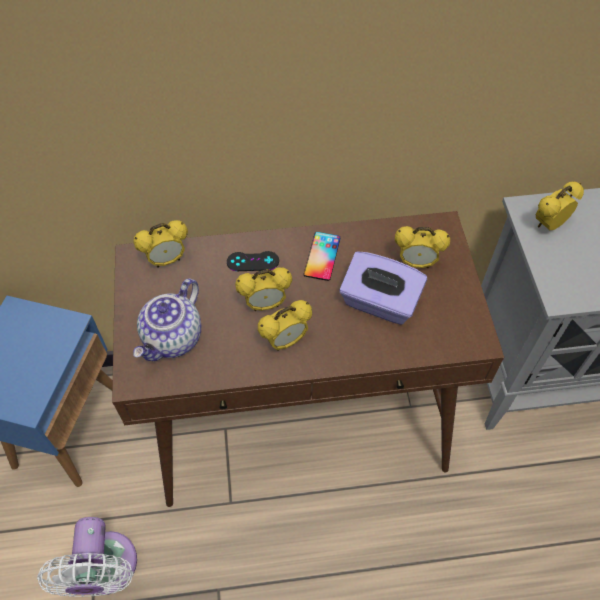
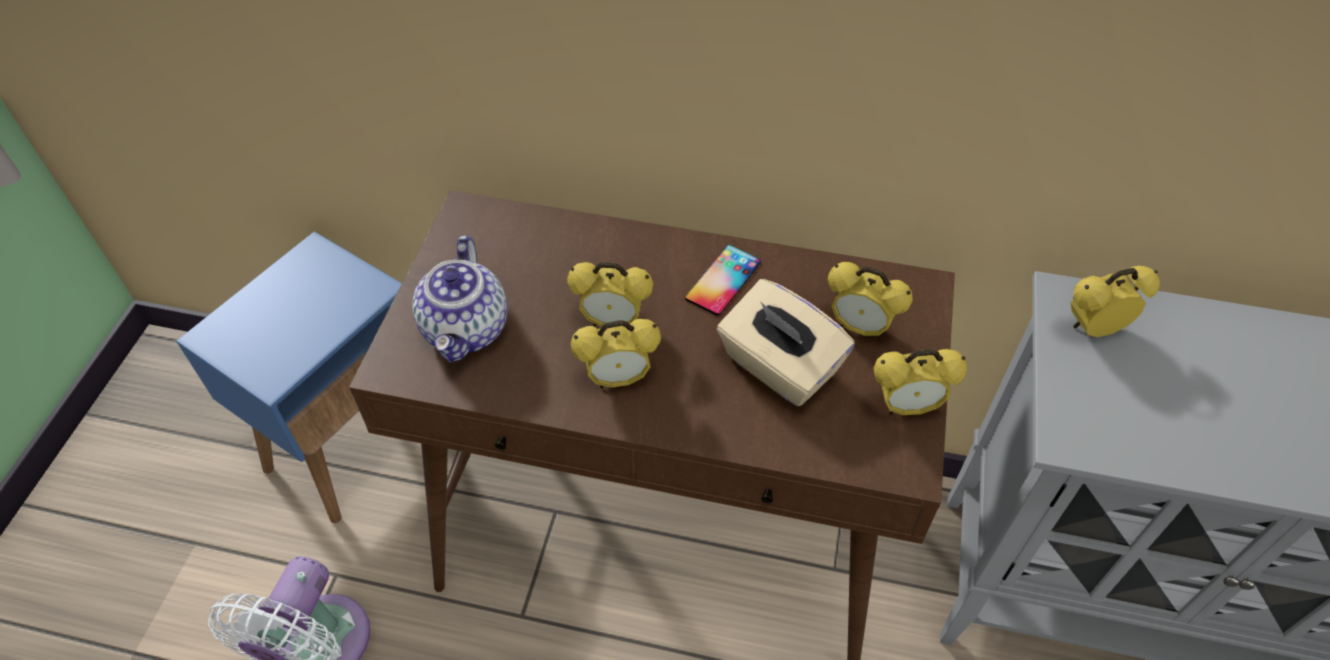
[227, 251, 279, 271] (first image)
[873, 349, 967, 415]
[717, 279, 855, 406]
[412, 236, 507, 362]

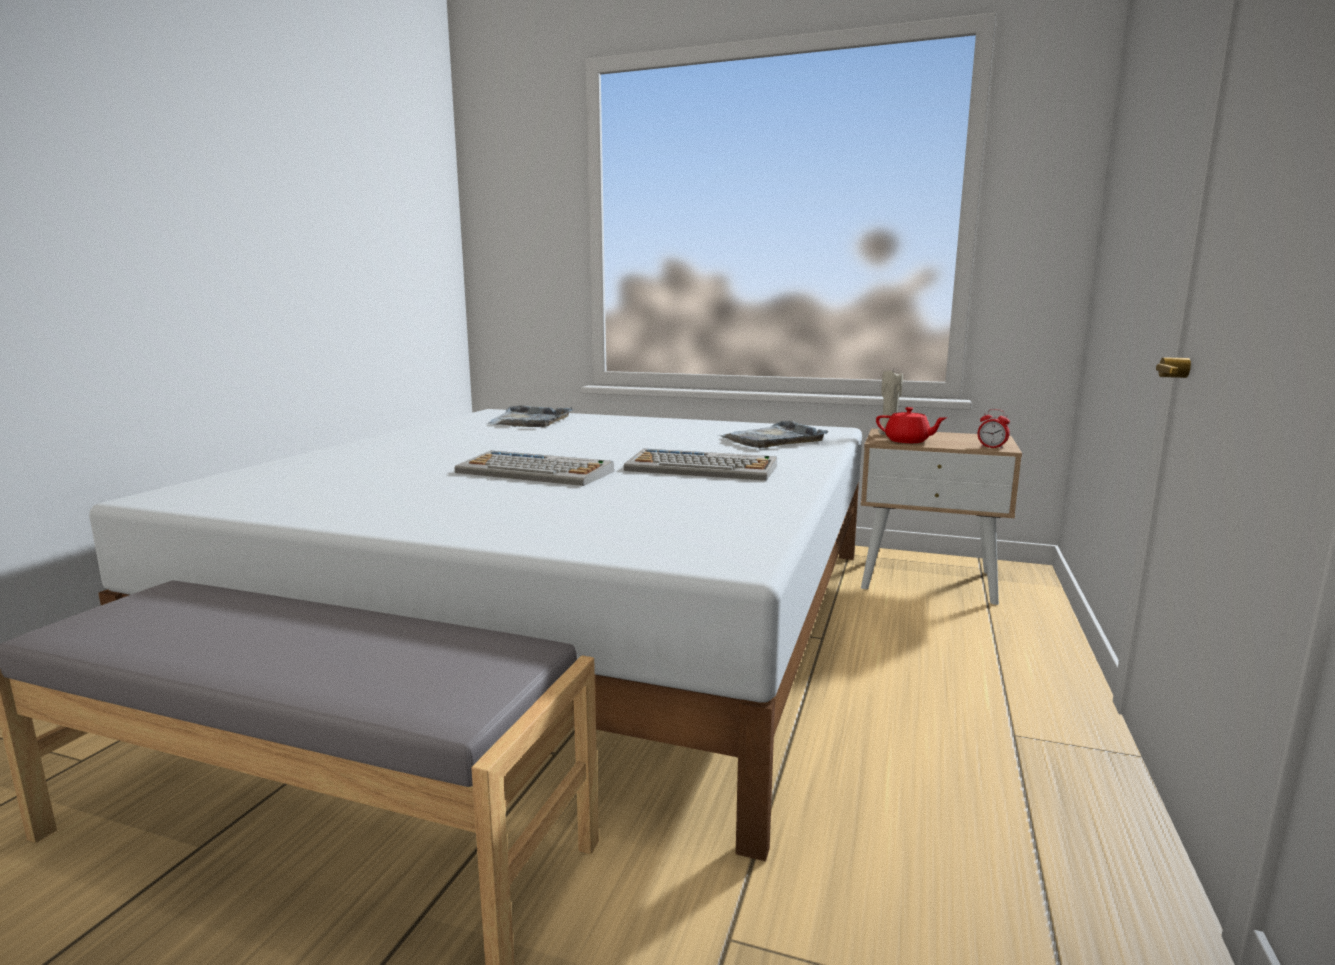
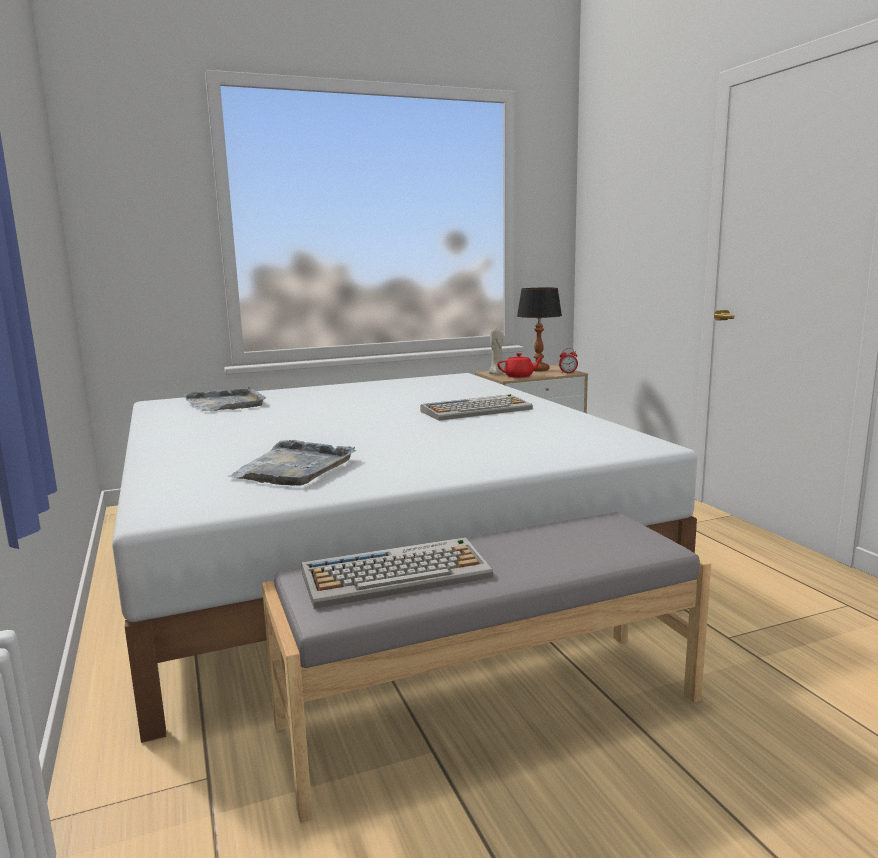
[517, 288, 562, 371]
[301, 537, 493, 609]
[227, 440, 356, 486]

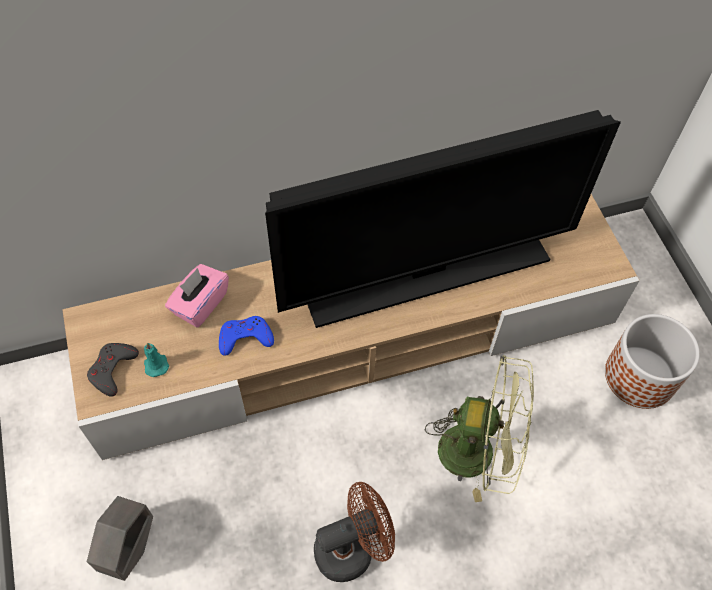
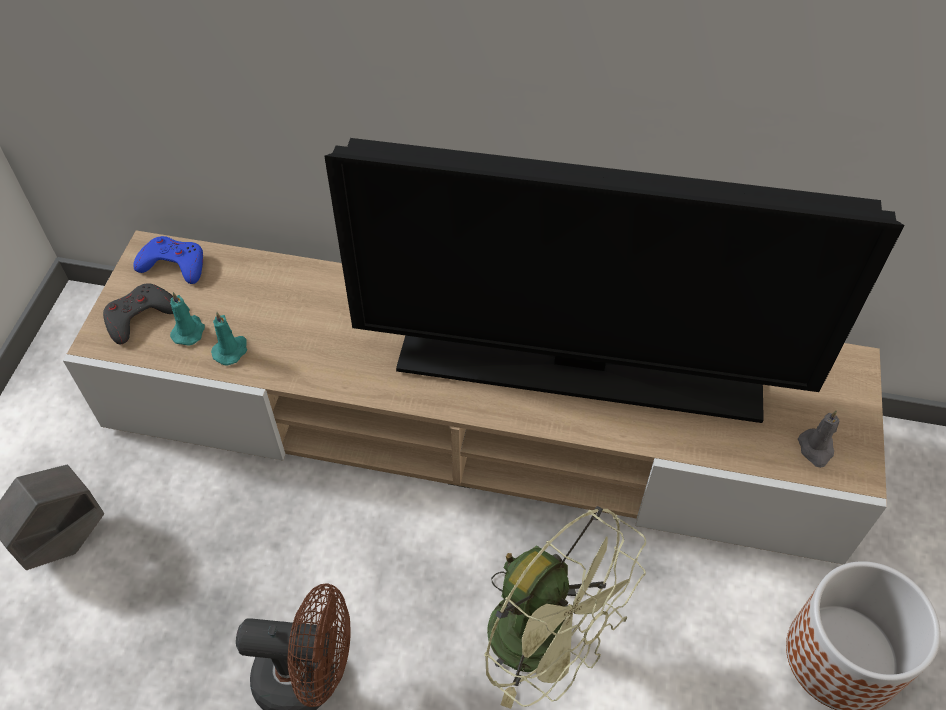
[165, 264, 229, 327] (first image)
[211, 312, 247, 365]
[798, 410, 839, 468]
[133, 236, 203, 284]

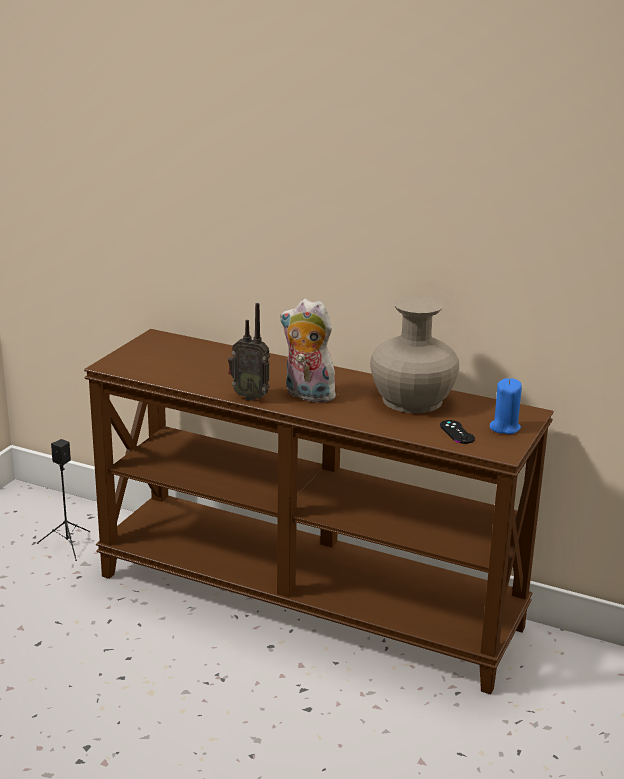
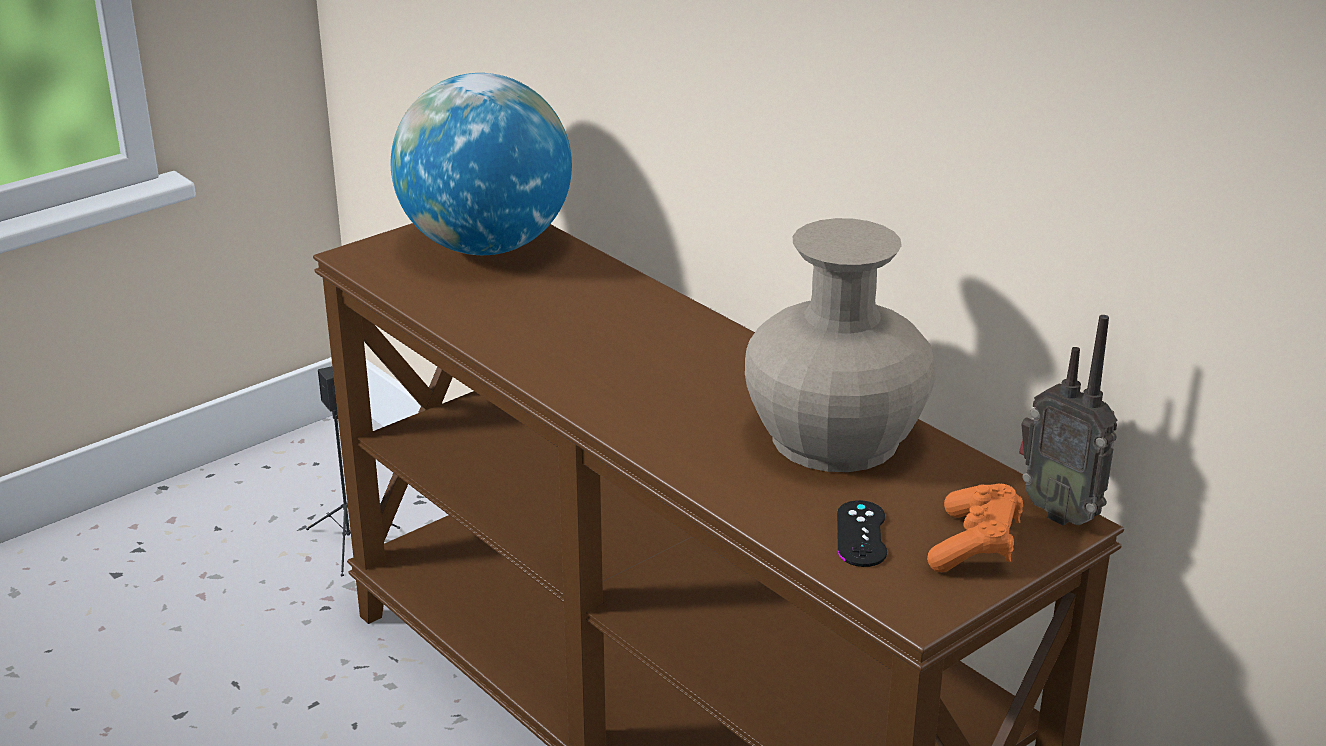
[280, 299, 340, 403] (first image)
[391, 73, 572, 255]
[1019, 315, 1118, 526]
[927, 484, 1023, 572]

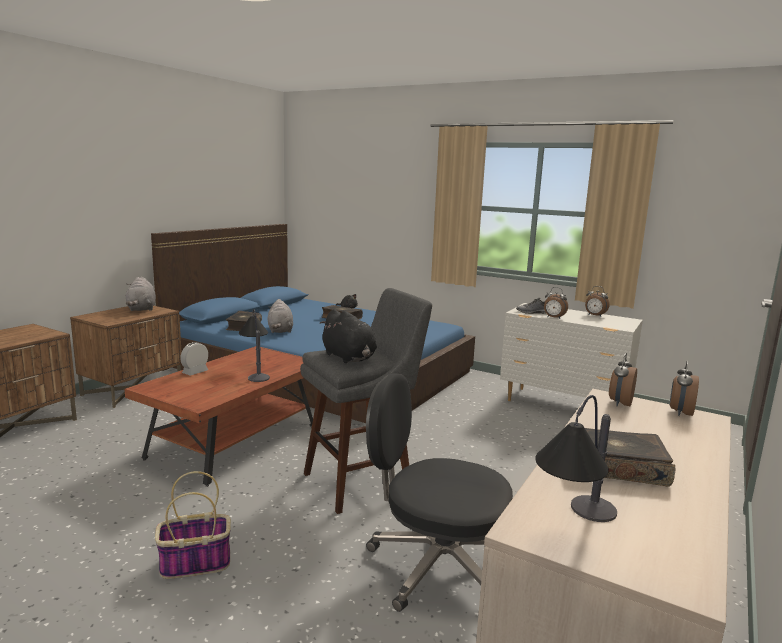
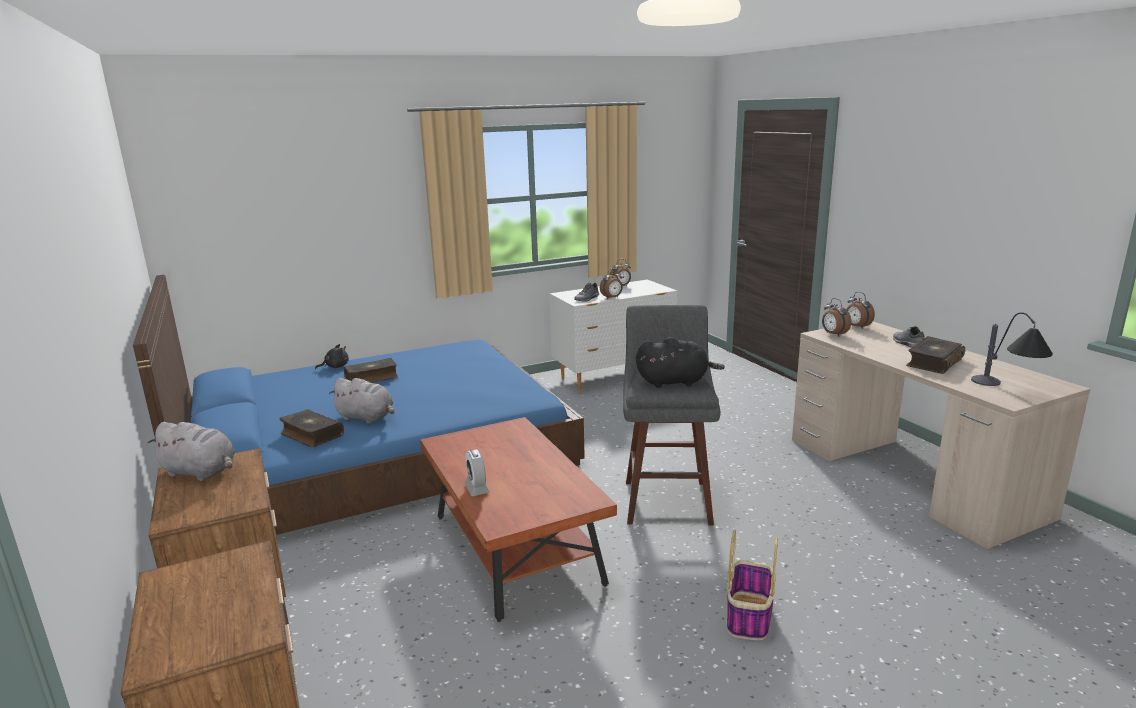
[239, 309, 270, 382] (first image)
[366, 373, 513, 612] (first image)
[893, 326, 925, 348]

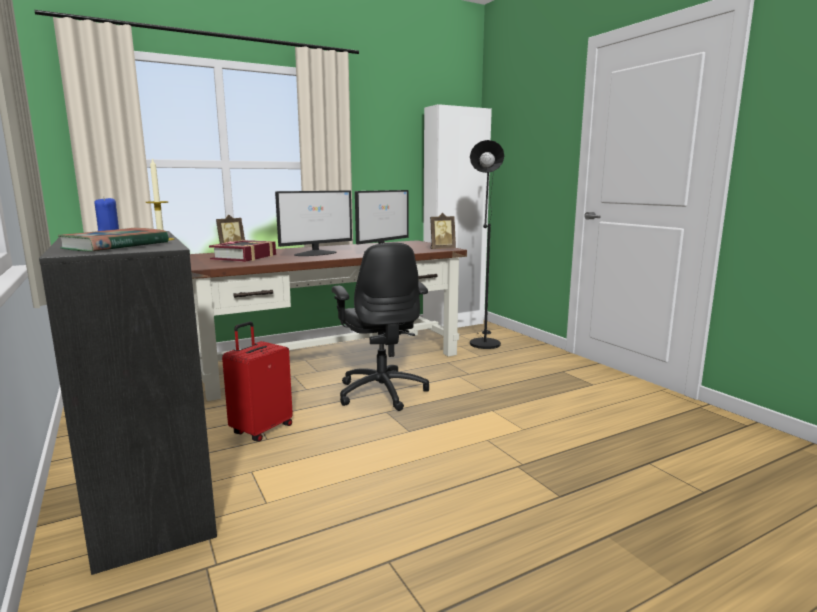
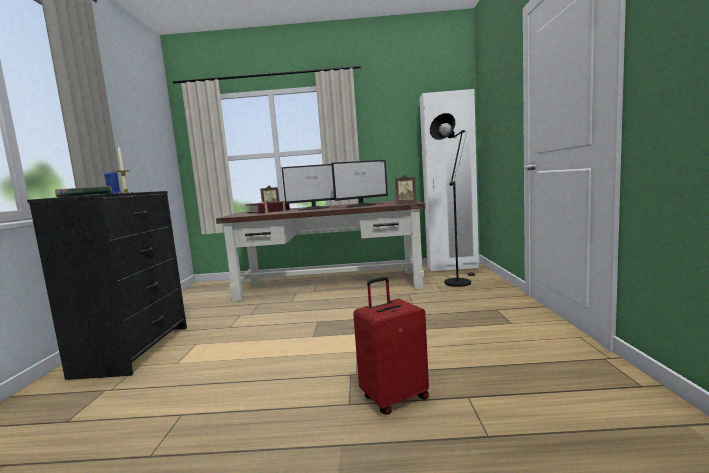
[332, 242, 429, 411] (first image)
[353, 277, 429, 415]

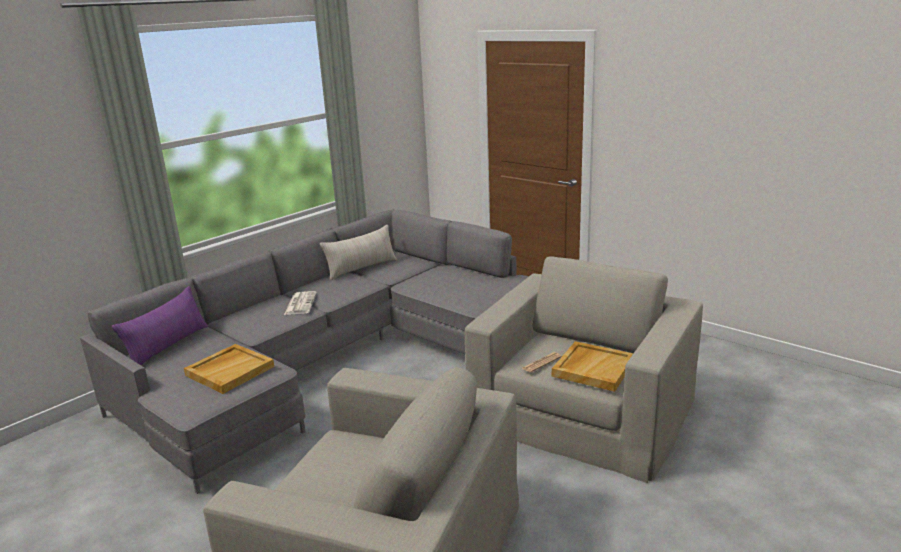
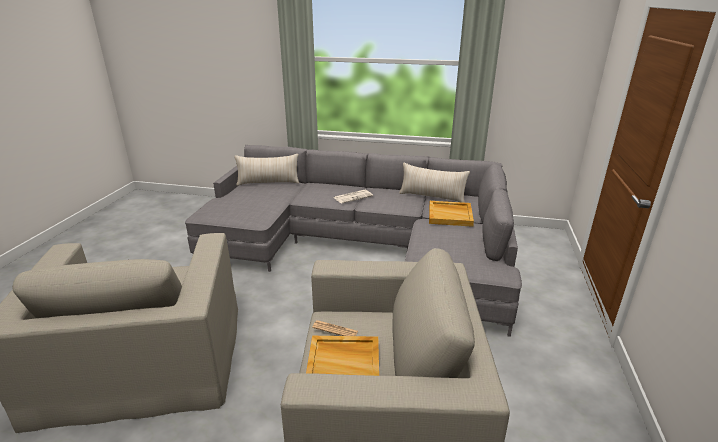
[429, 201, 474, 227]
[235, 154, 299, 186]

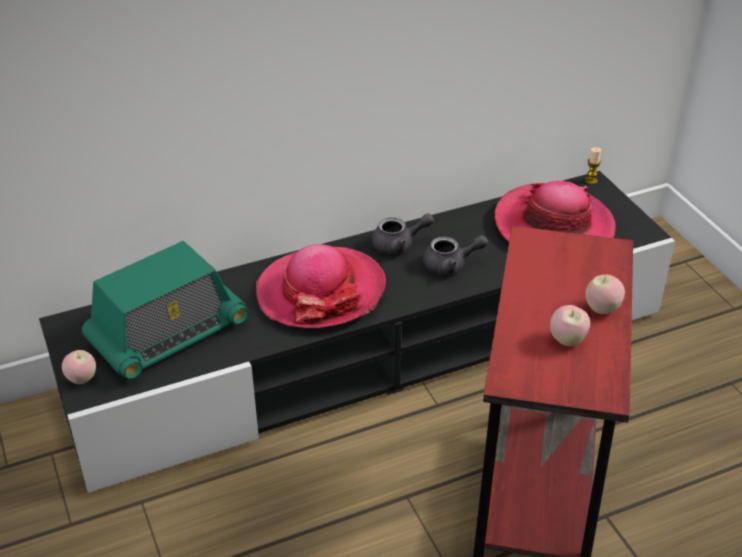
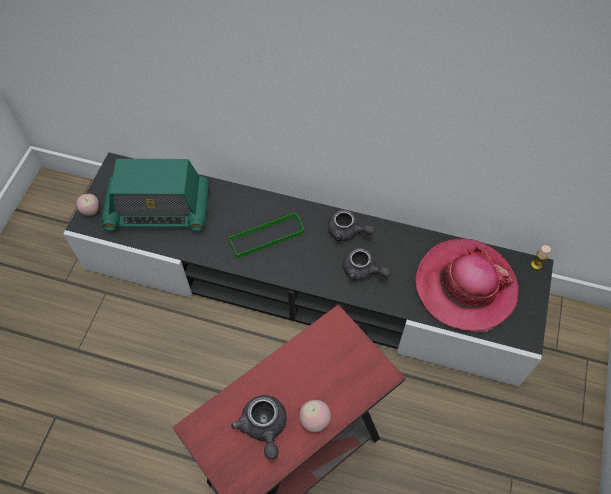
[228, 212, 304, 259]
[231, 395, 287, 460]

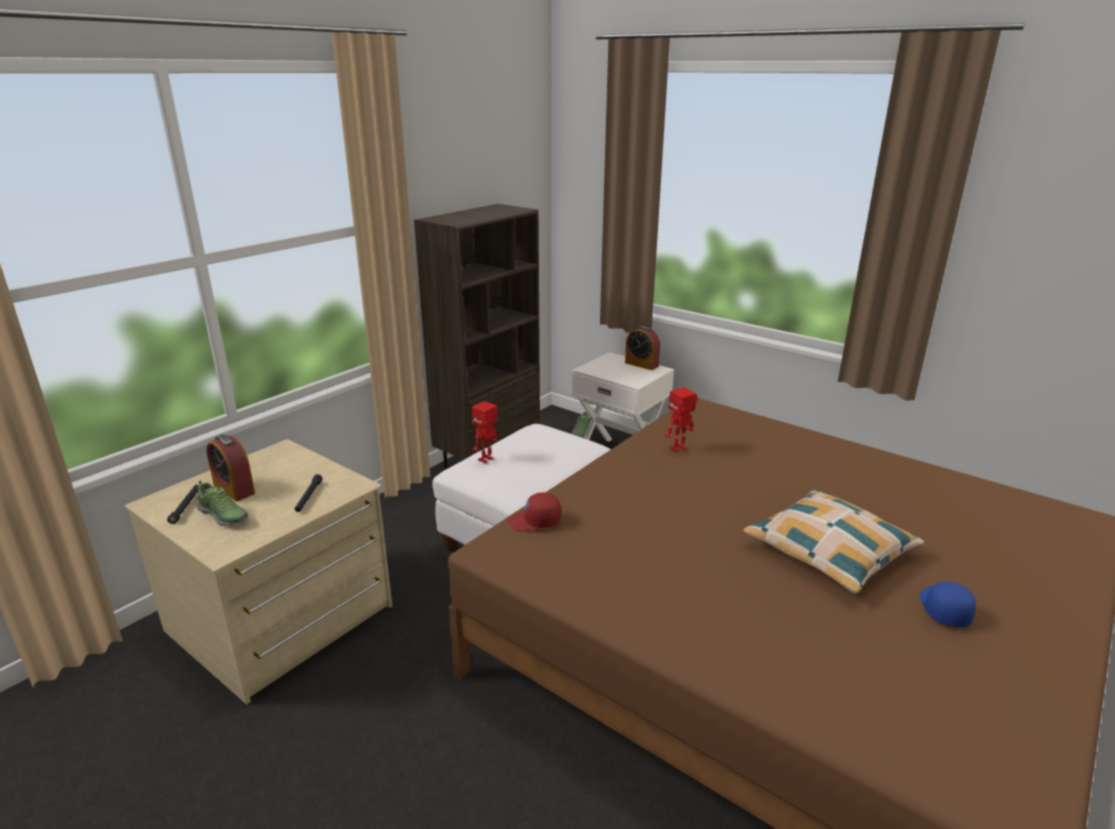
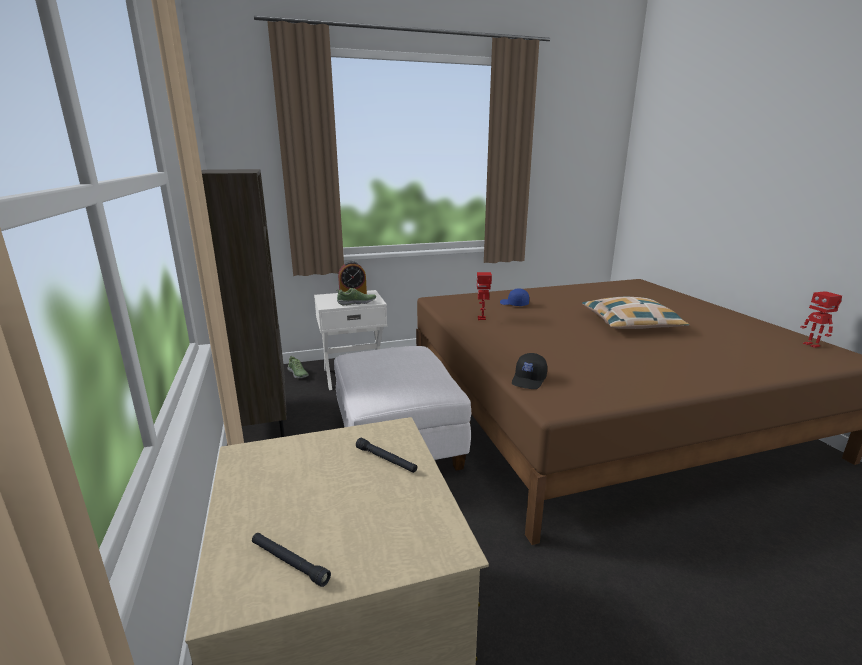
[207, 435, 255, 501] (first image)
[337, 288, 376, 306]
[800, 291, 842, 348]
[500, 288, 529, 306]
[512, 353, 547, 389]

